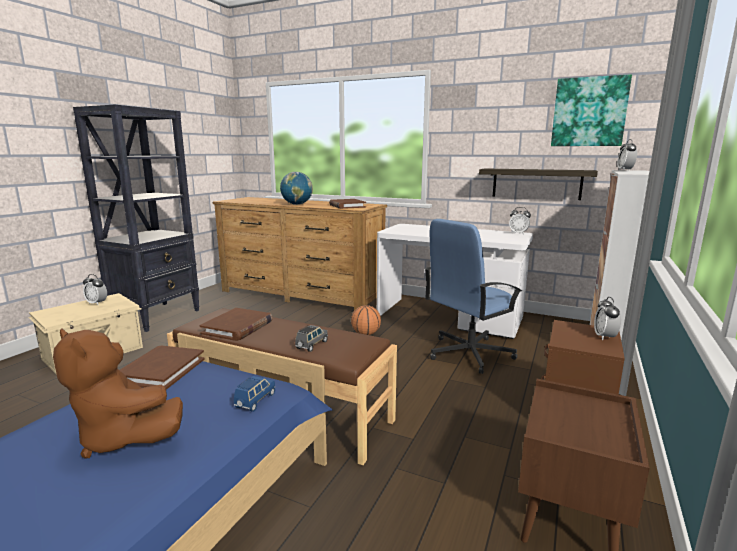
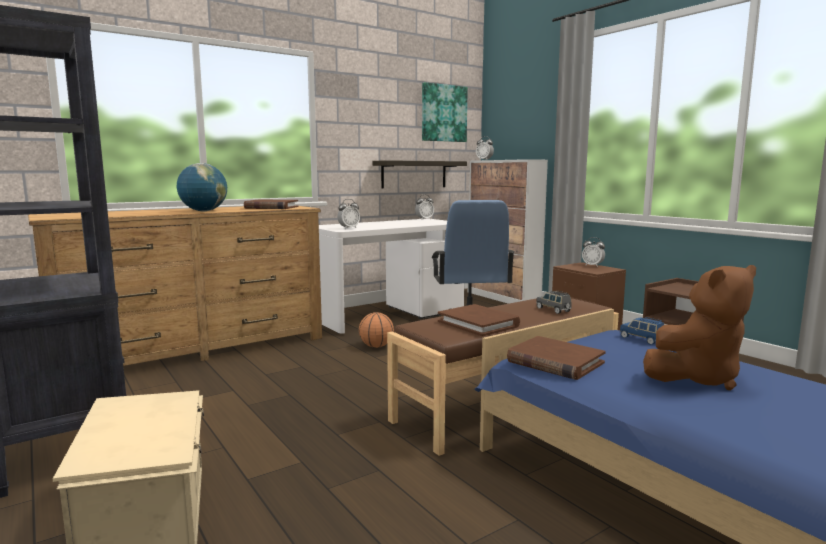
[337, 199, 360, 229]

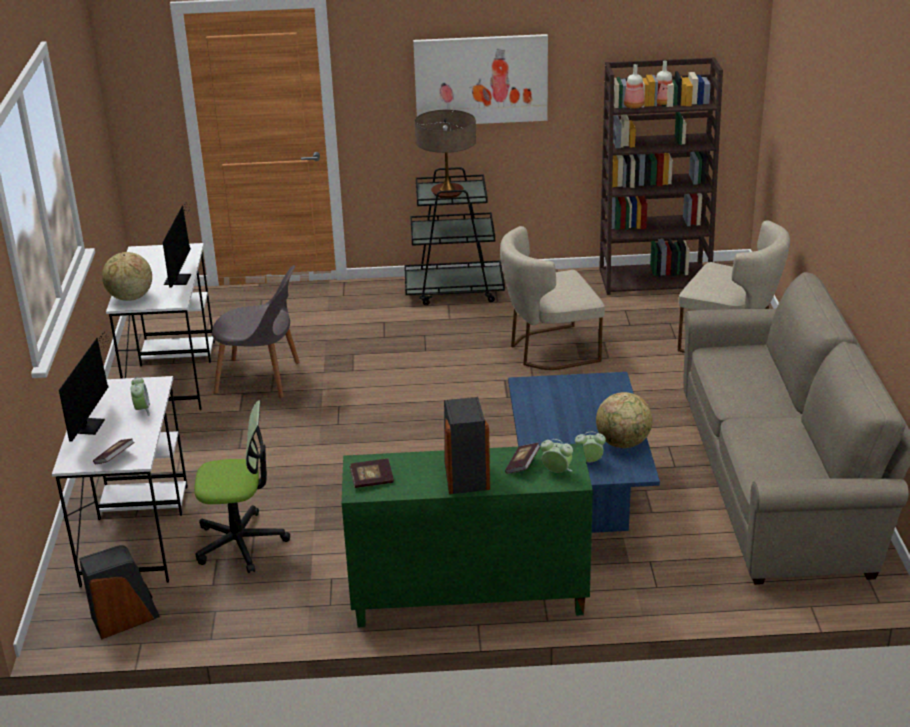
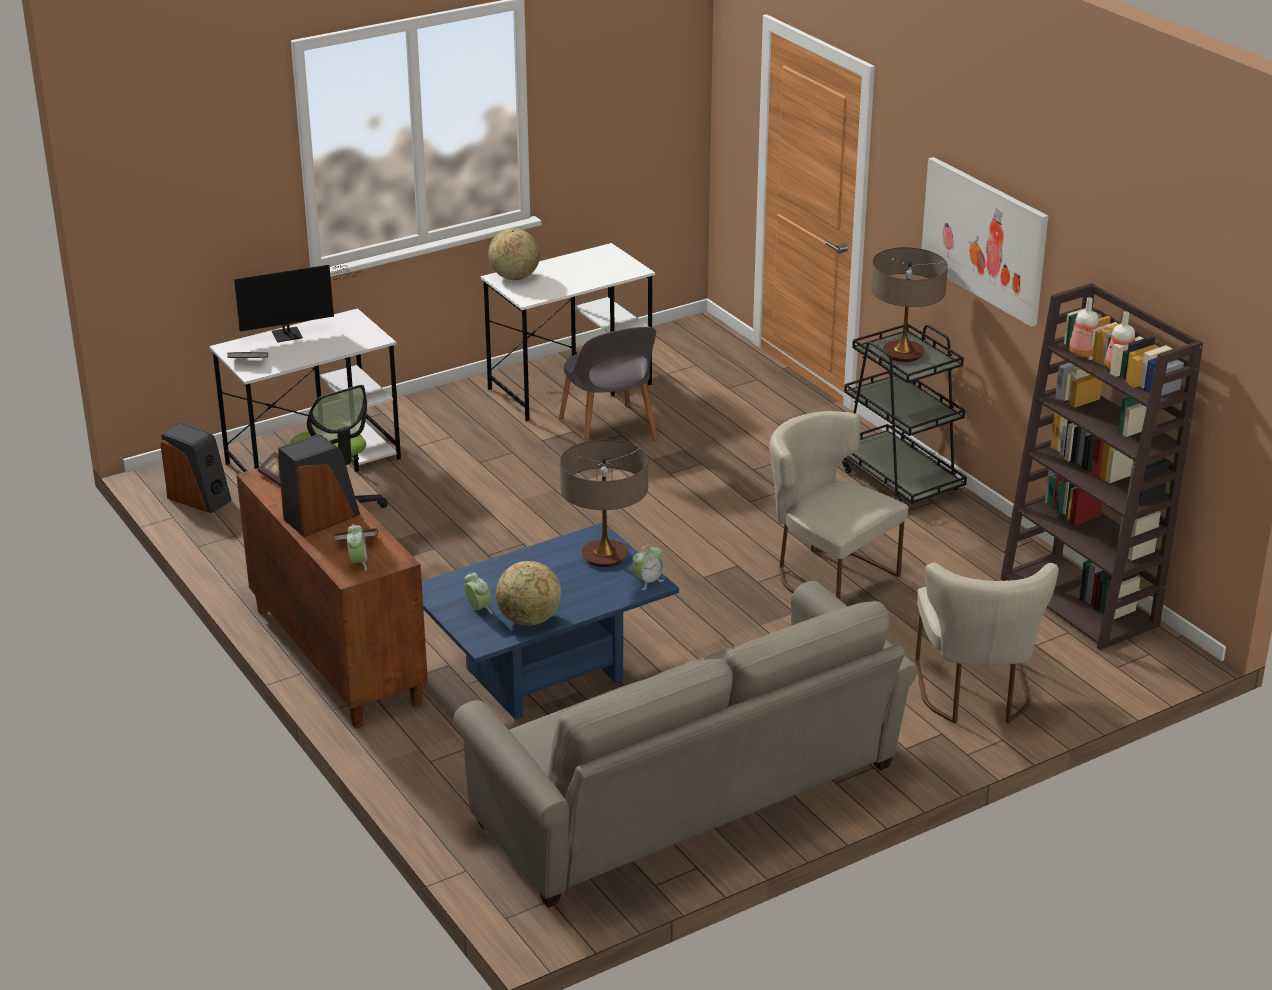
[163, 201, 191, 288] (first image)
[560, 440, 648, 567]
[633, 545, 664, 590]
[236, 468, 428, 728]

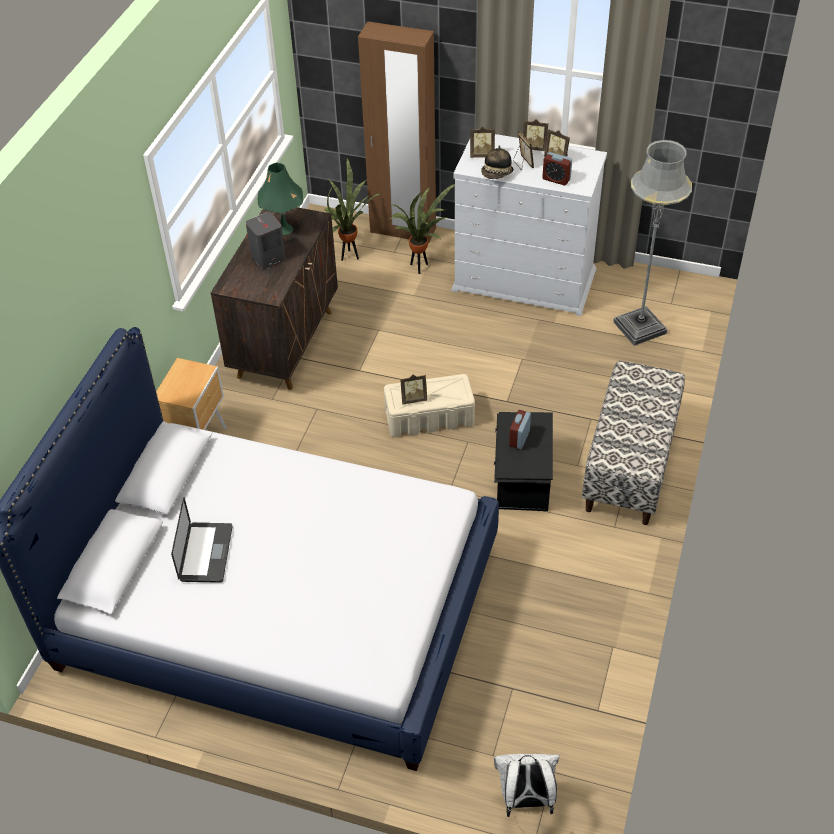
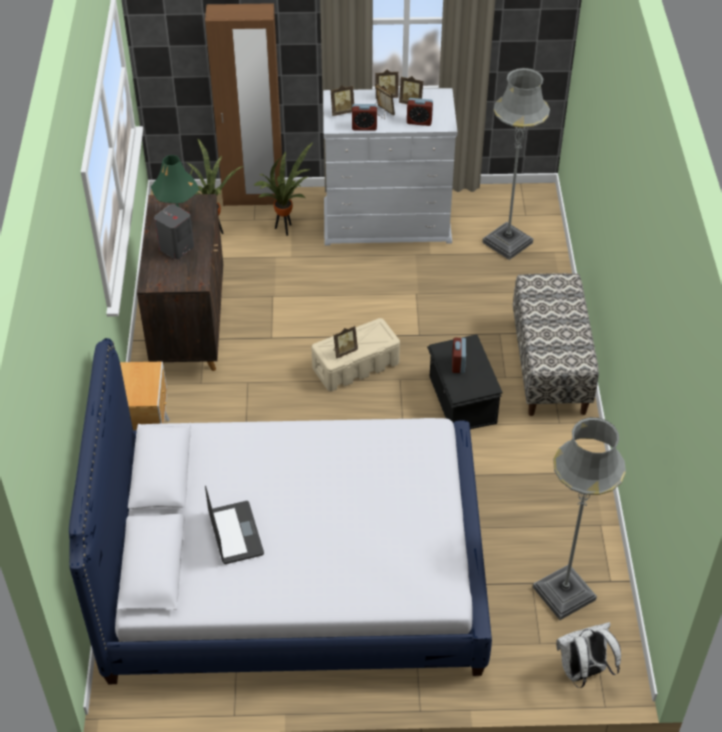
[533, 417, 626, 620]
[352, 104, 377, 131]

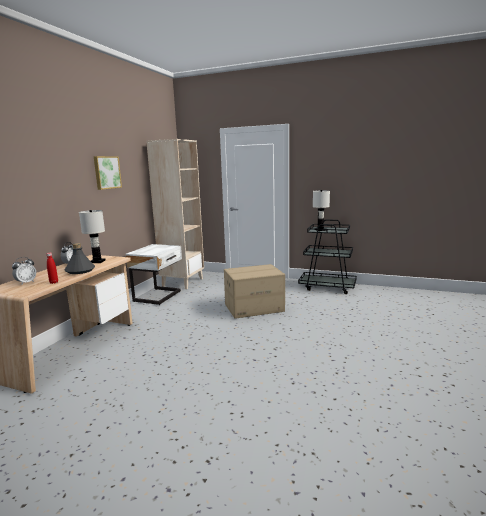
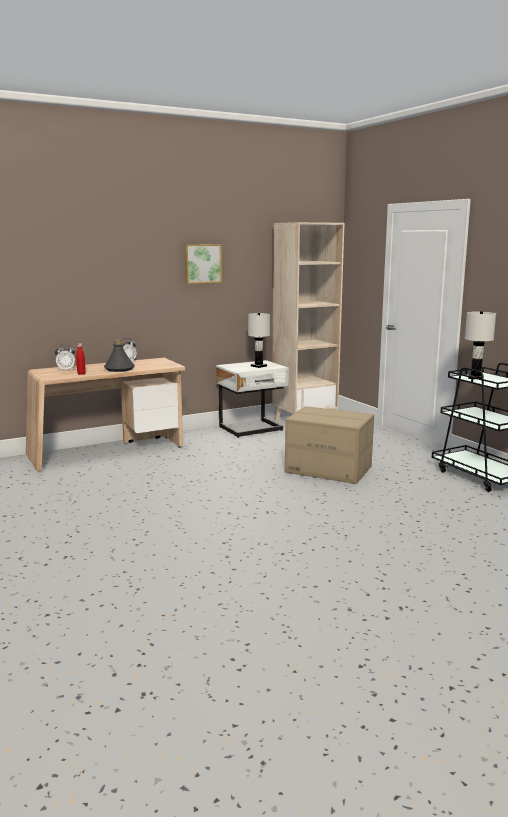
[248, 313, 270, 368]

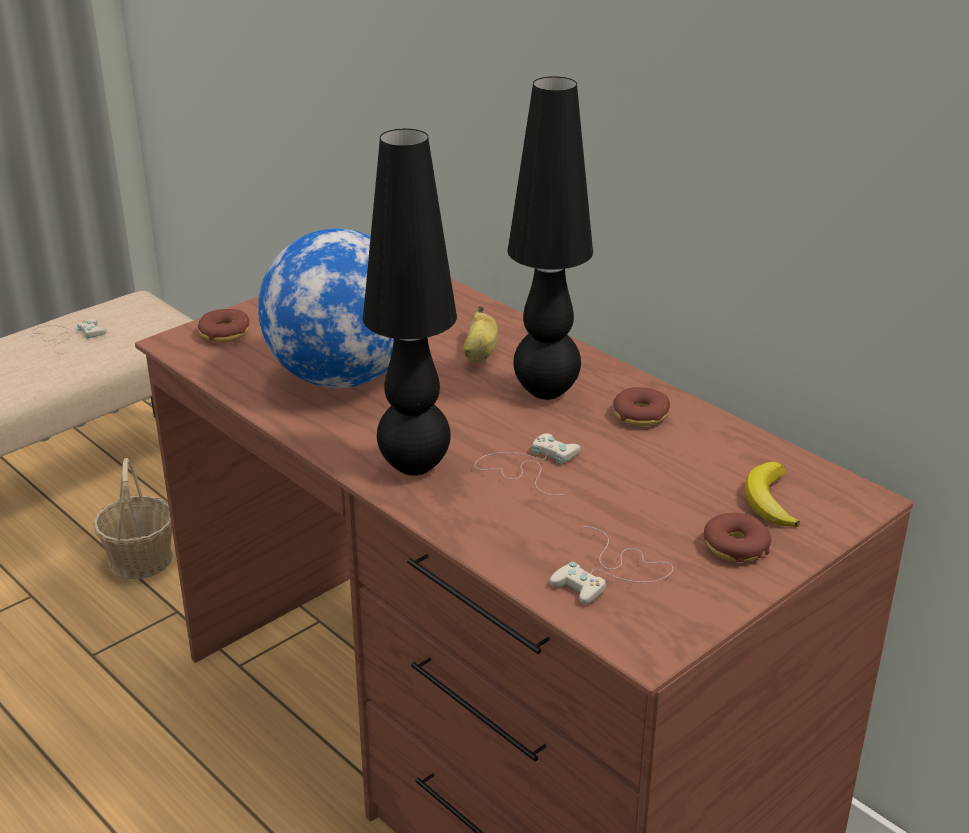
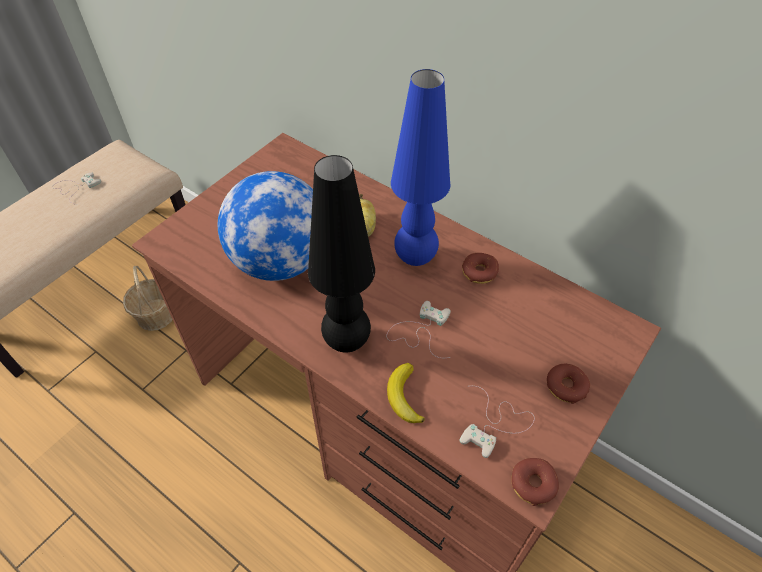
[511, 458, 559, 506]
[387, 363, 425, 423]
[391, 69, 450, 266]

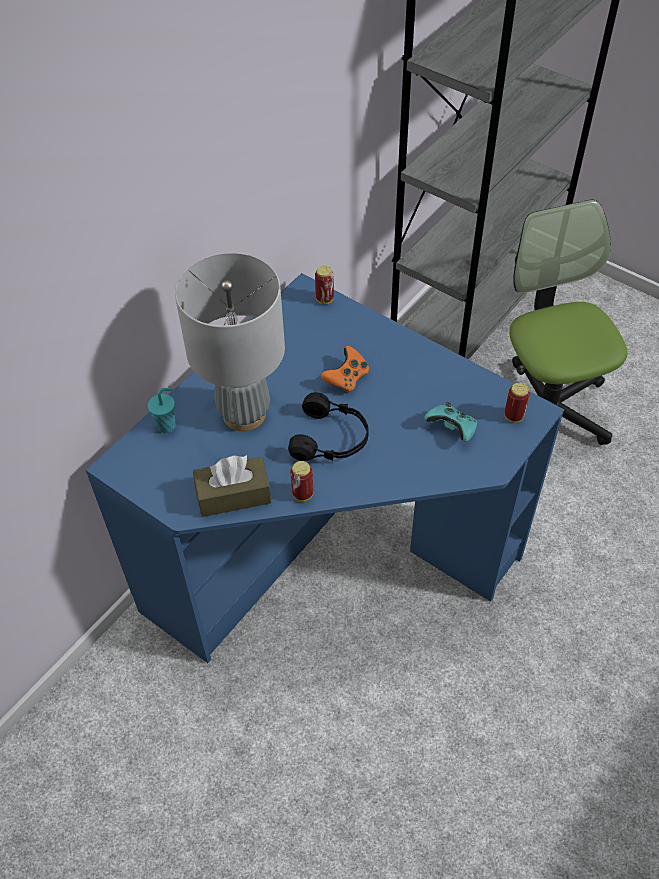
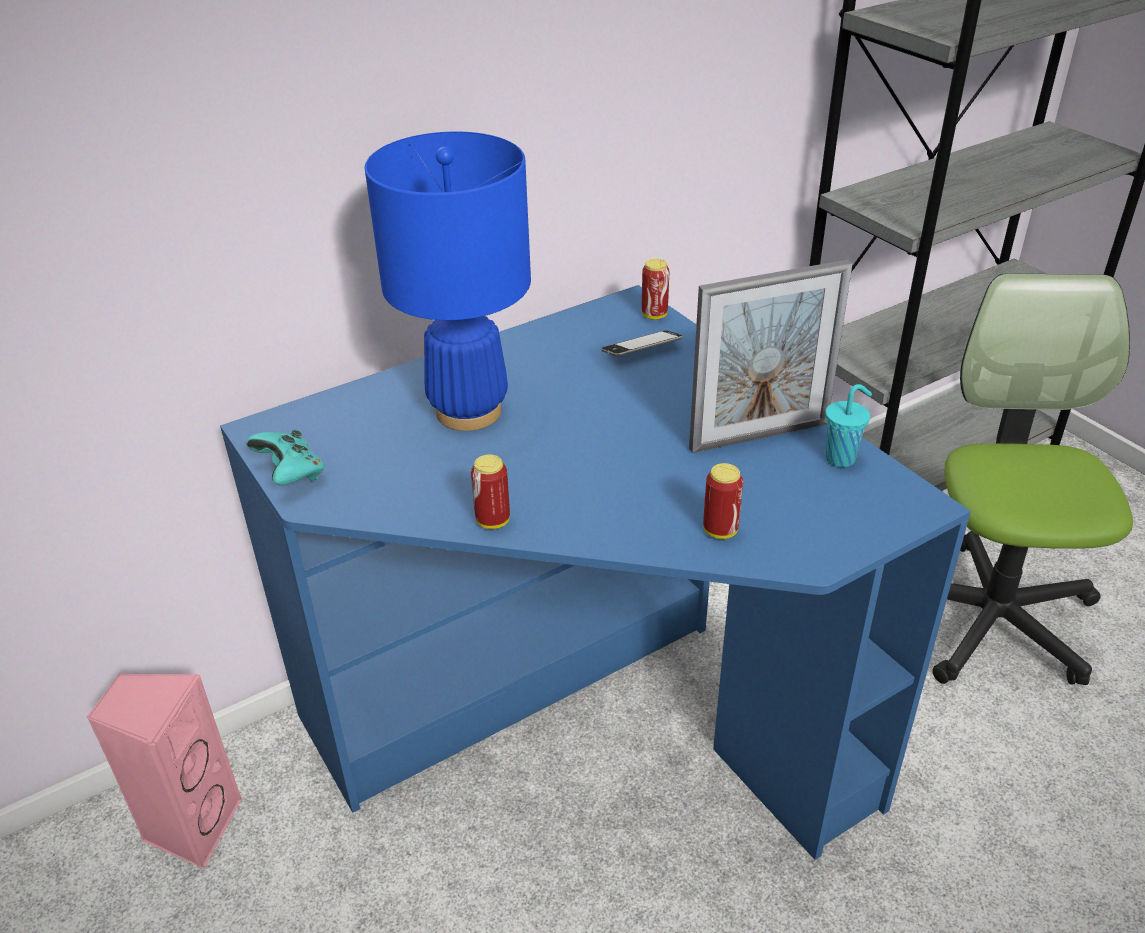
[193, 455, 271, 517] (first image)
[288, 392, 369, 461] (first image)
[320, 346, 369, 393] (first image)
[86, 673, 242, 869]
[601, 330, 683, 357]
[689, 260, 853, 453]
[825, 384, 872, 467]
[246, 430, 325, 485]
[703, 463, 743, 539]
[365, 131, 531, 431]

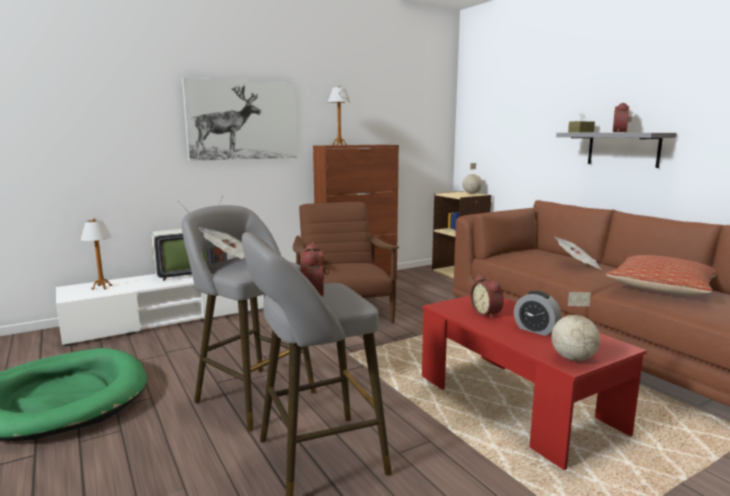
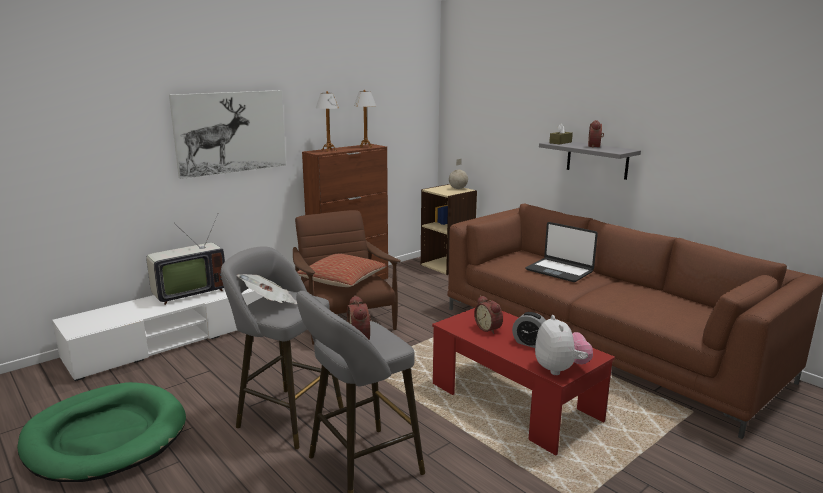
[354, 90, 376, 148]
[297, 254, 387, 287]
[535, 315, 593, 375]
[526, 222, 598, 282]

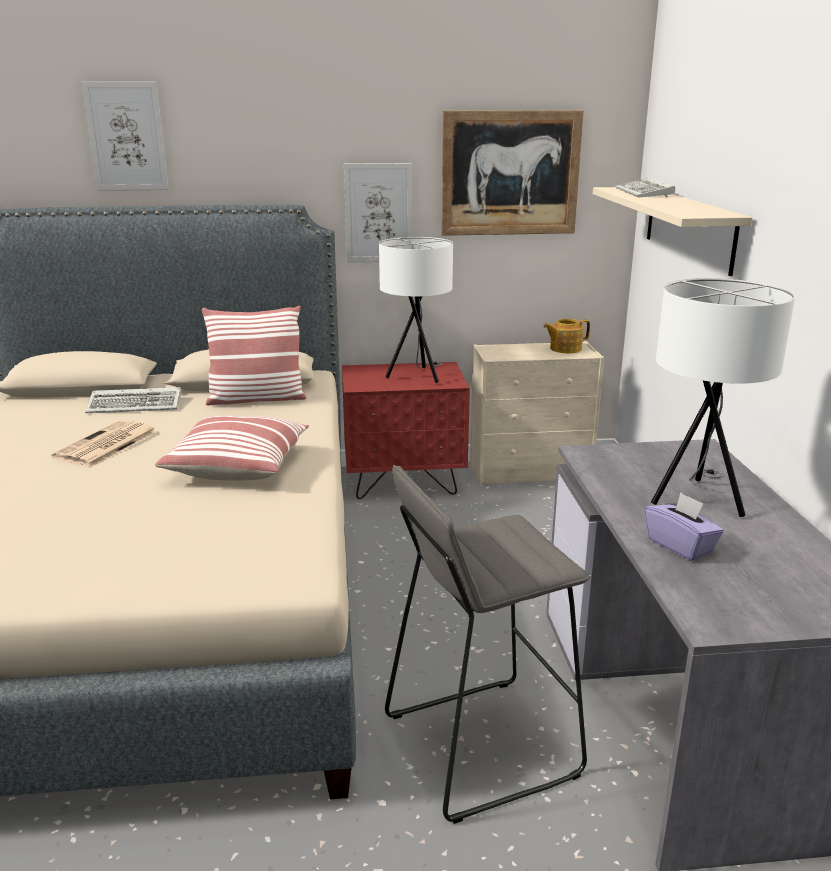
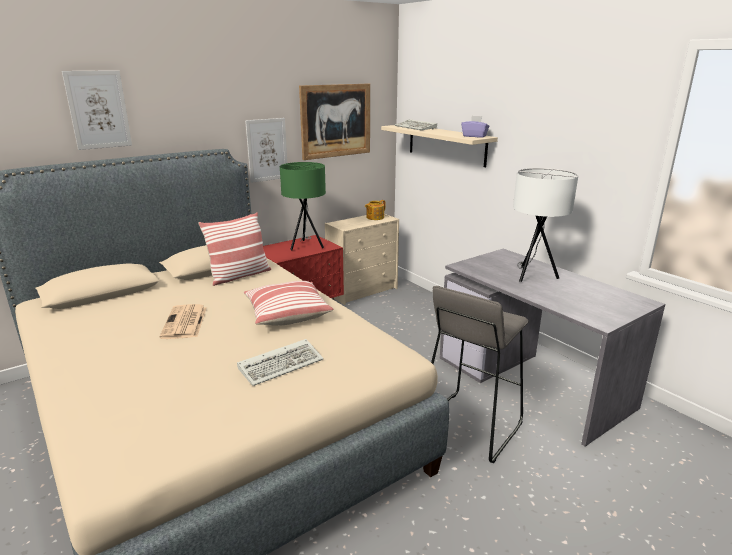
[237, 339, 323, 386]
[461, 116, 489, 138]
[280, 162, 326, 250]

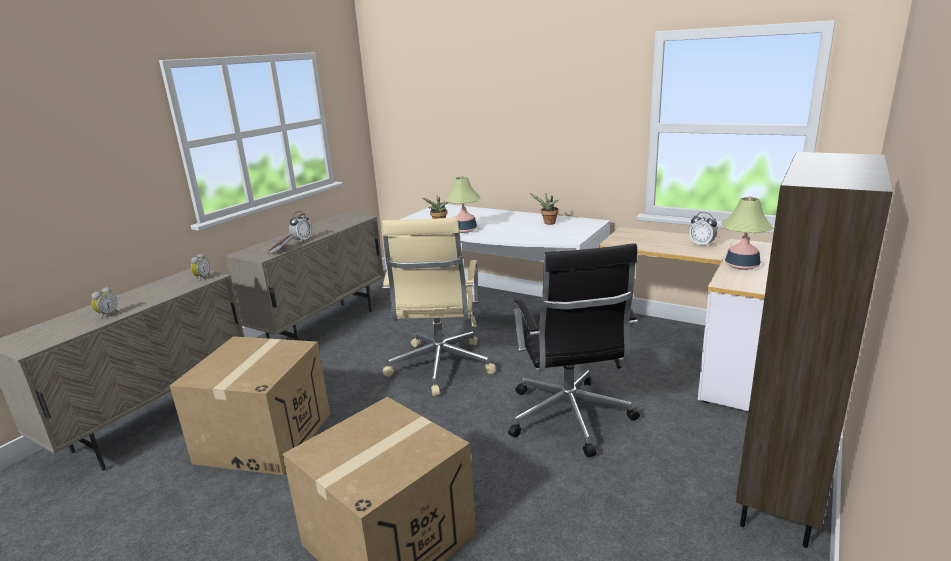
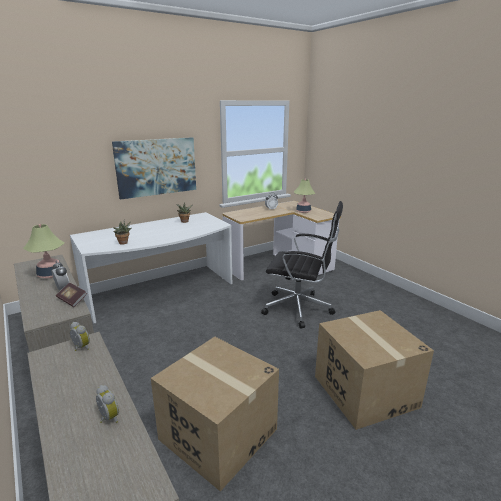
[381, 217, 496, 396] (first image)
[736, 152, 893, 548] (first image)
[112, 137, 196, 199]
[23, 224, 64, 278]

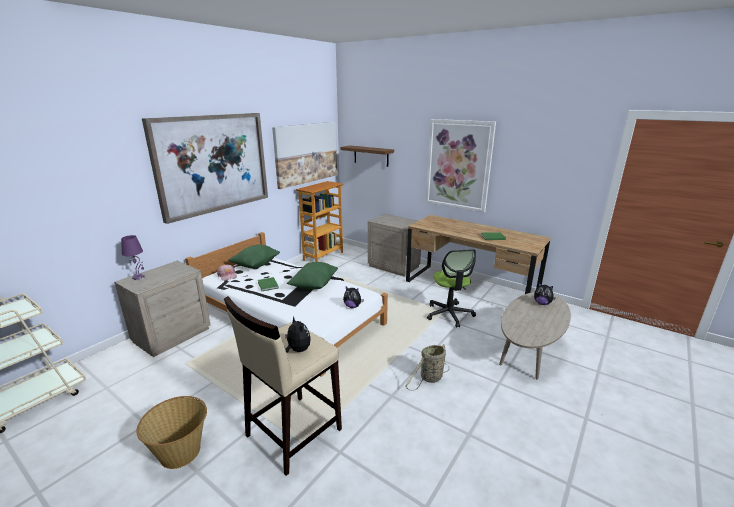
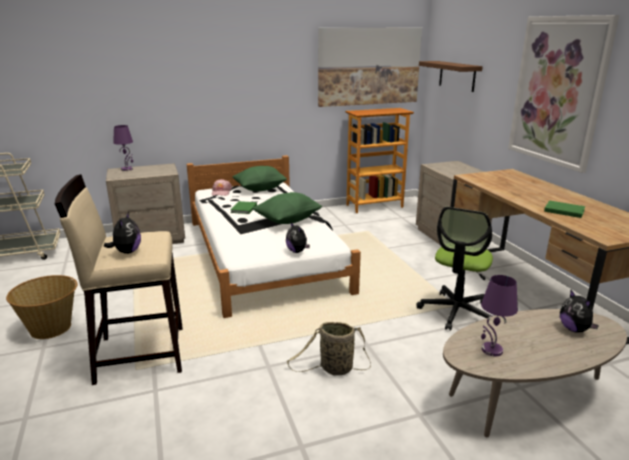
[142, 113, 268, 224] (first image)
[481, 275, 518, 357]

